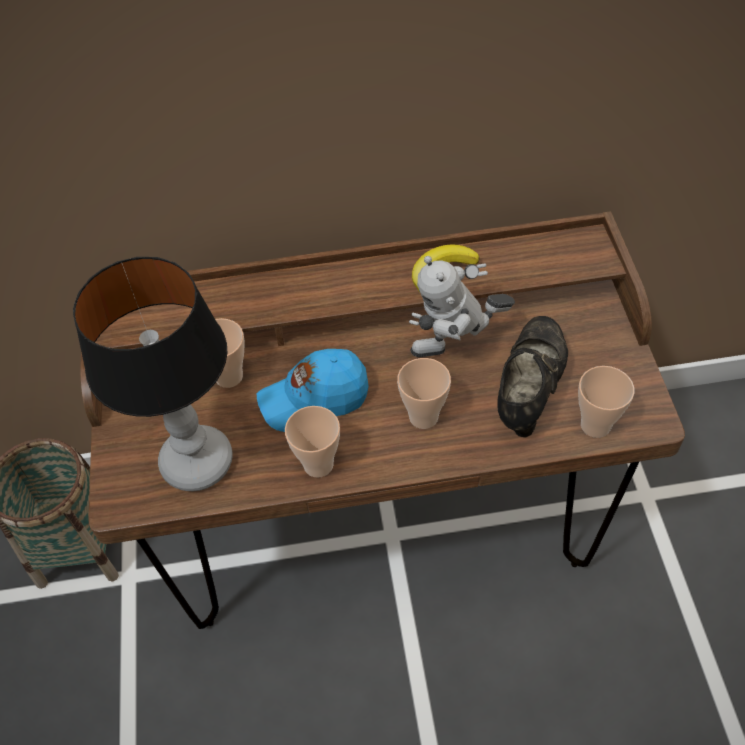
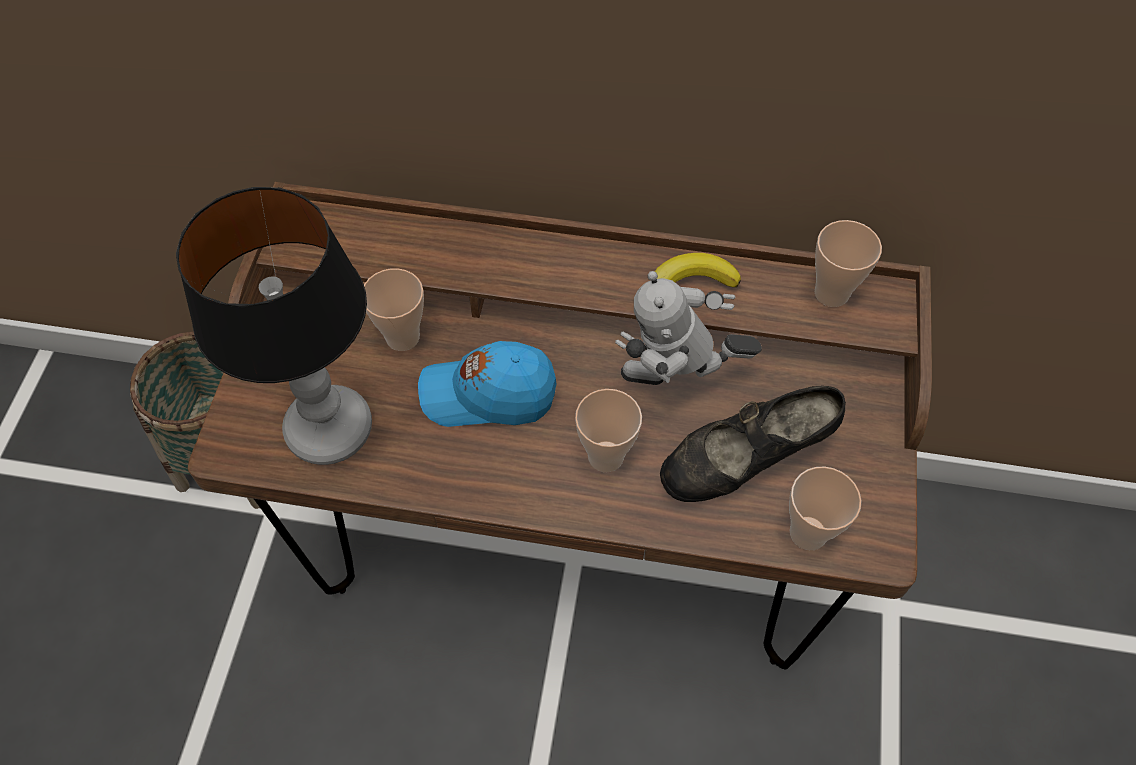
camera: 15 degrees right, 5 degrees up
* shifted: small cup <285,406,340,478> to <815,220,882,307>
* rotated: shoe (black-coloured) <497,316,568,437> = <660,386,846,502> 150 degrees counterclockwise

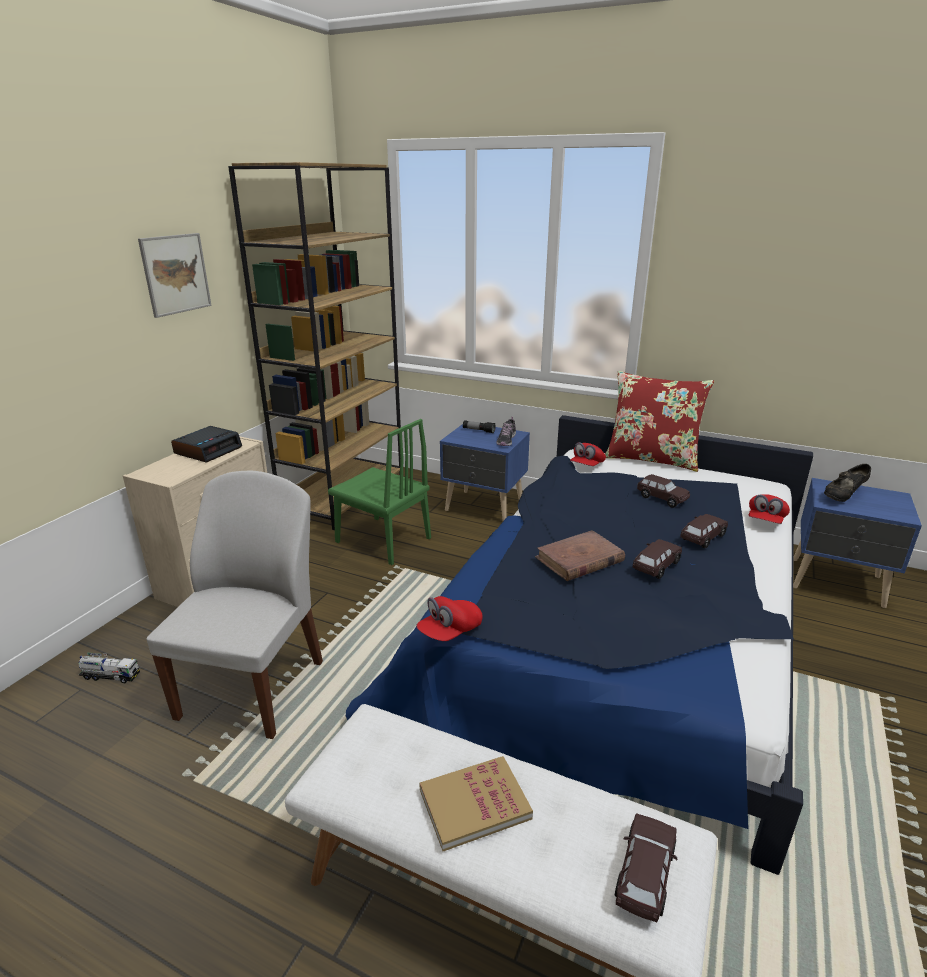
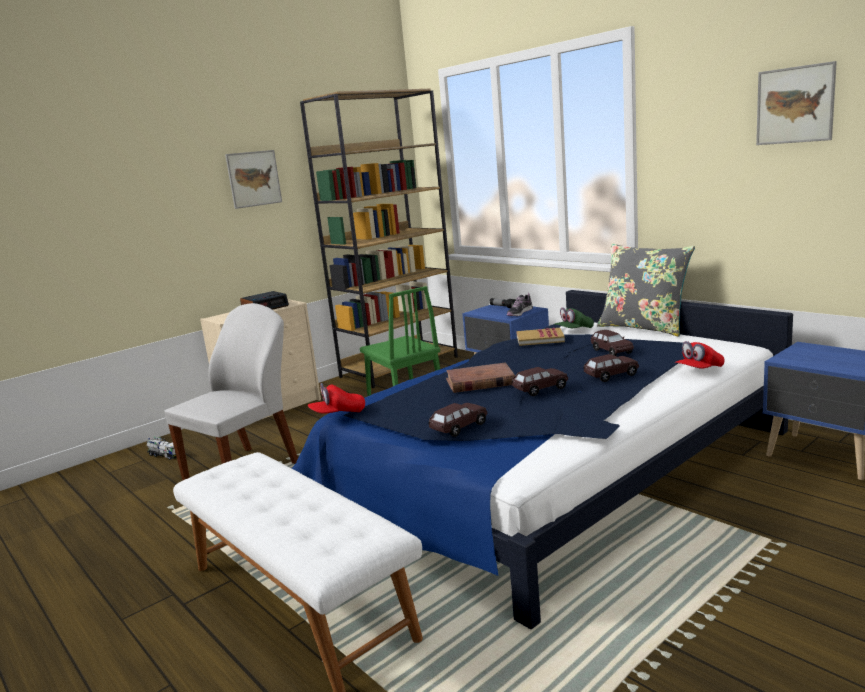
camera: 25 degrees right, 10 degrees down
* shifted: bound book <419,756,533,851> to <516,328,565,346>
* repainted: peaked cap (red) <570,442,606,466> to peaked cap (green-coloured) <554,307,594,328>
* repainted: pillow (red) <605,371,714,472> to pillow (gray) <597,244,695,337>
* shifted: model car (brownish) <615,813,677,922> to <429,403,487,437>
* gone: shoe (black-coloured) <824,464,871,502>
* new: picture <756,61,837,145>

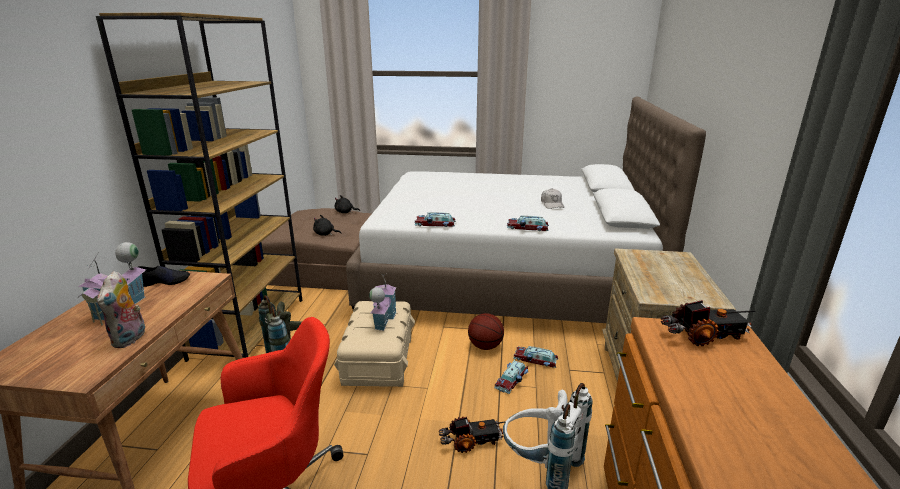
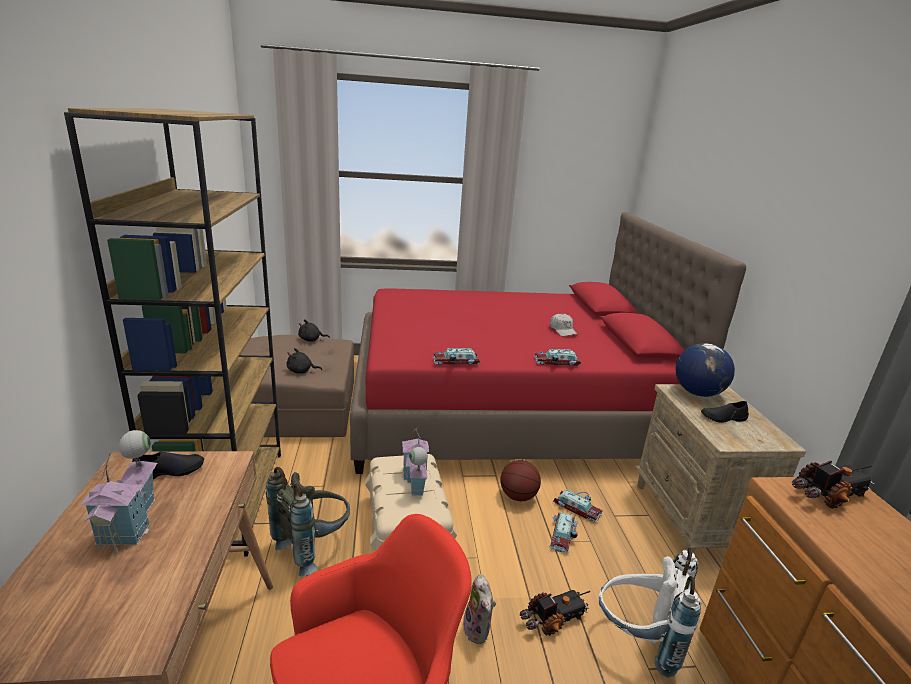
camera: 15 degrees left, 0 degrees up
* shifted: cuddly toy <97,271,145,348> to <463,574,496,644>
* repainted: bedroom bed (white) <346,97,706,323> to bedroom bed (red) <350,212,746,474>
* rotated: model car <513,346,558,368> = <553,490,602,523> 150 degrees counterclockwise
* new: desk globe <676,343,735,397>
* new: shoe (black-coloured) <701,401,749,423>

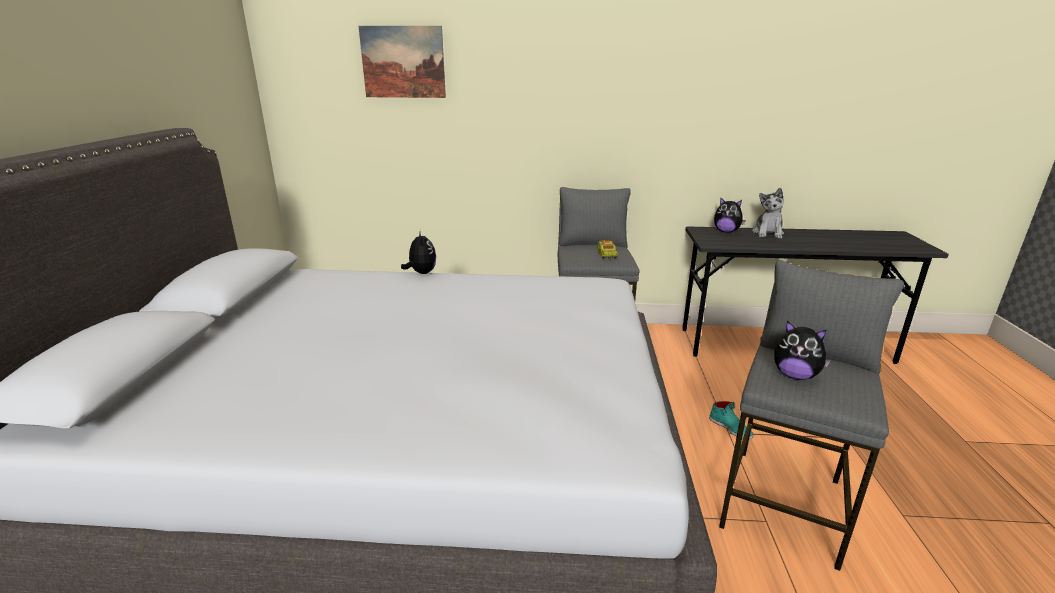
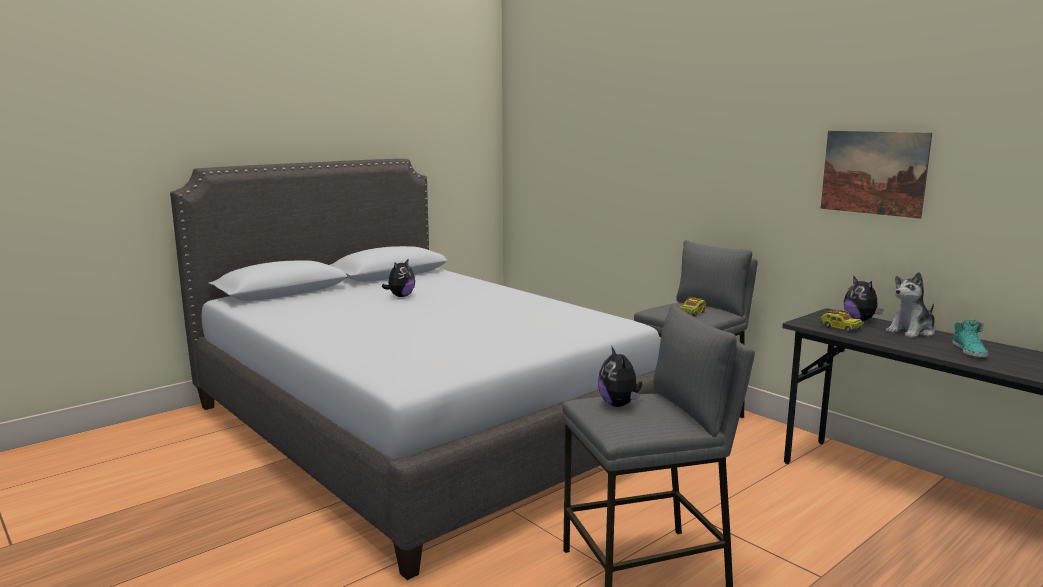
camera: 45 degrees right, 10 degrees down
* shifted: picture <358,26,446,98> to <821,131,932,219>
* shifted: cuddly toy <401,230,436,274> to <382,258,415,297>
* shifted: shoe (turquoise-coloured) <709,401,753,439> to <952,320,989,358>
* new: toy truck <821,309,864,333>

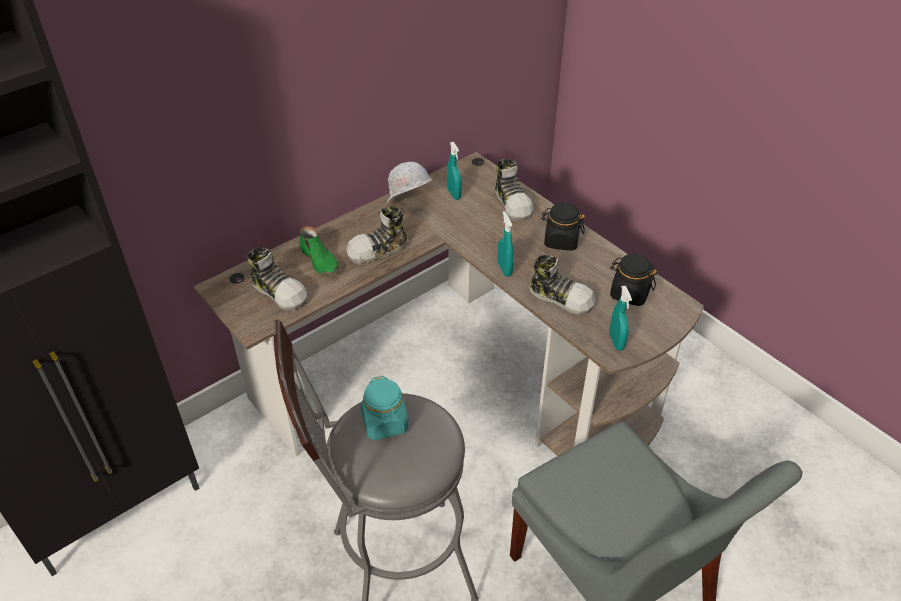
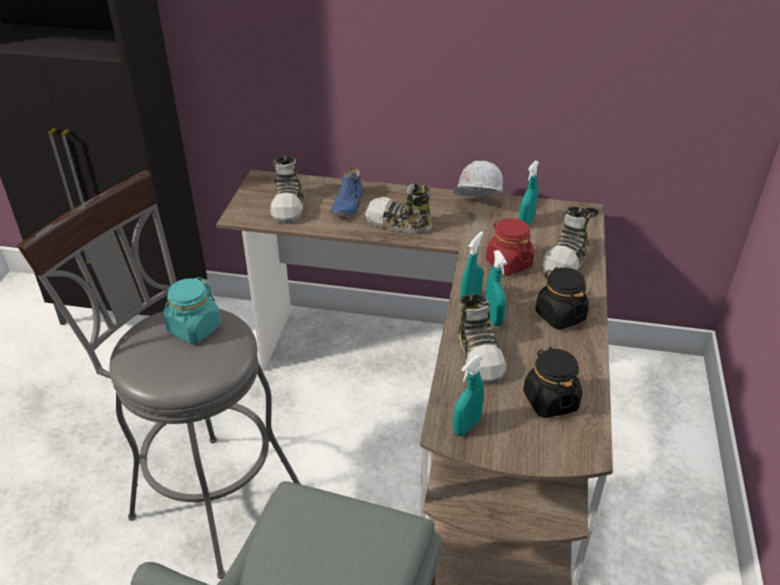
camera: 50 degrees right, 5 degrees down
* repainted: shoe (green-coloured) <300,226,339,276> to shoe (bluish) <331,167,363,216>
* new: spray bottle (turquoise-coloured) <485,250,507,326>
* new: preserve jar (red) <486,218,534,275>

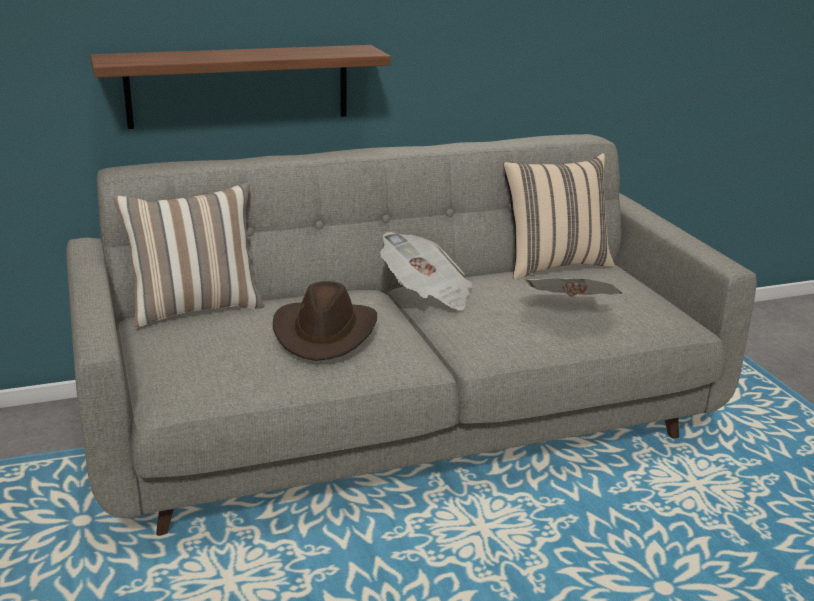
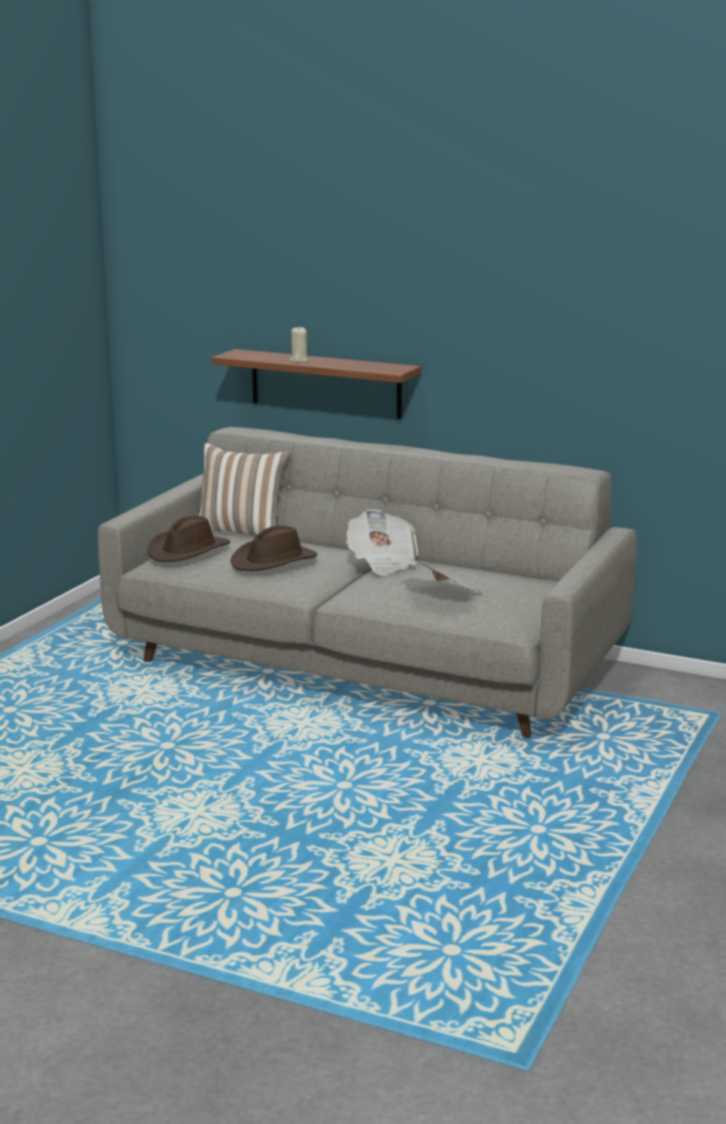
camera: 45 degrees right, 5 degrees down
* gone: pillow (beige) <503,153,615,280>
* new: wearable hat (brownish) <147,516,230,562>
* new: candle (beige) <290,326,309,362>

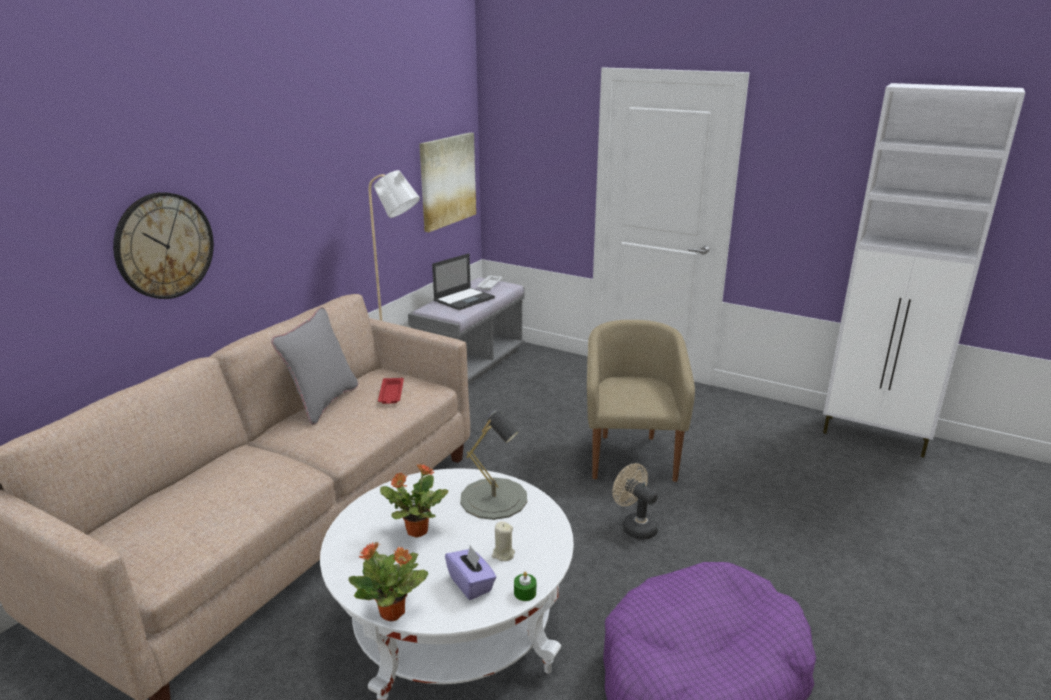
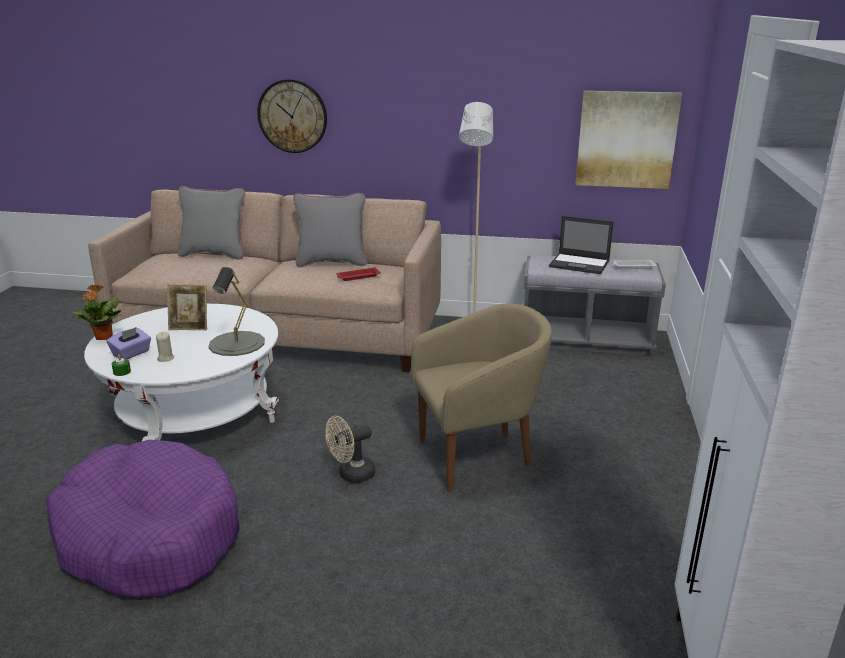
camera: 70 degrees right, 0 degrees up
* swapped: houseplant <380,464,449,538> to picture frame <167,284,207,330>
* rotated: electric fan (beige) <612,463,658,540> = <325,416,375,483> 150 degrees counterclockwise
* new: pillow (gray) <178,186,245,260>

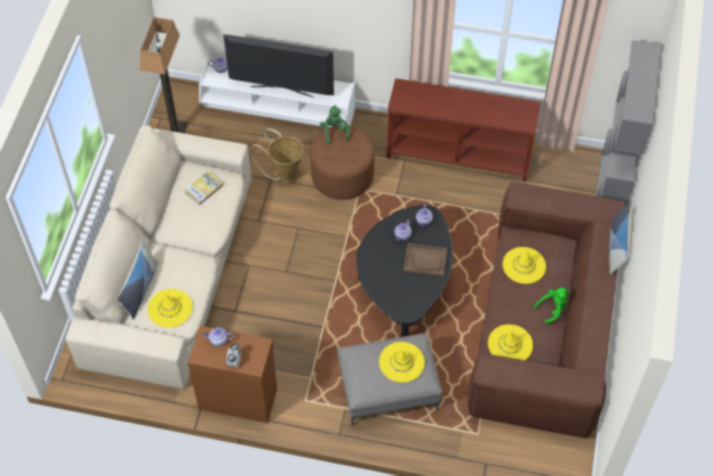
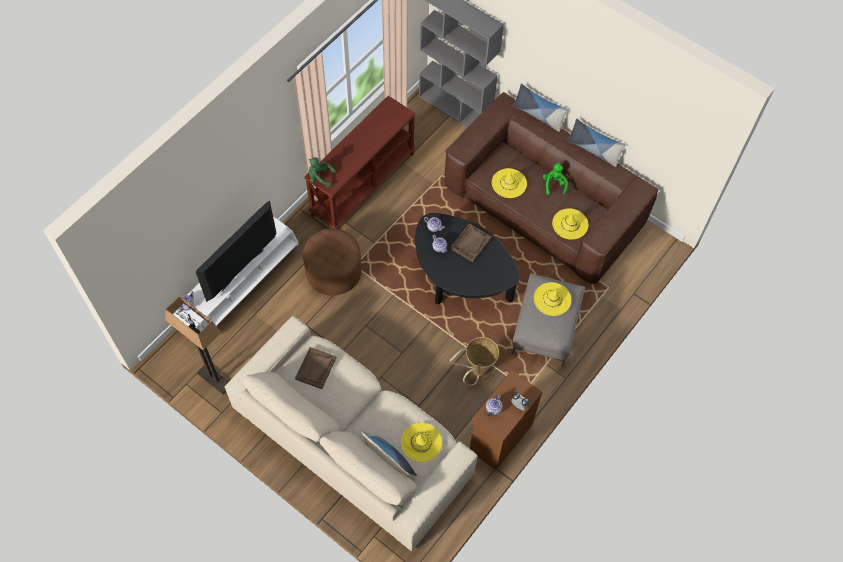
camera: 65 degrees left, 5 degrees up
* swapped: bound book <184,171,224,205> to tray (brownish) <295,347,337,389>
* shifted: household basket <251,128,304,184> to <449,337,499,386>
* shifted: cuddly toy (green-coloured) <320,105,350,144> to <308,157,336,187>
* new: pillow <567,119,626,167>

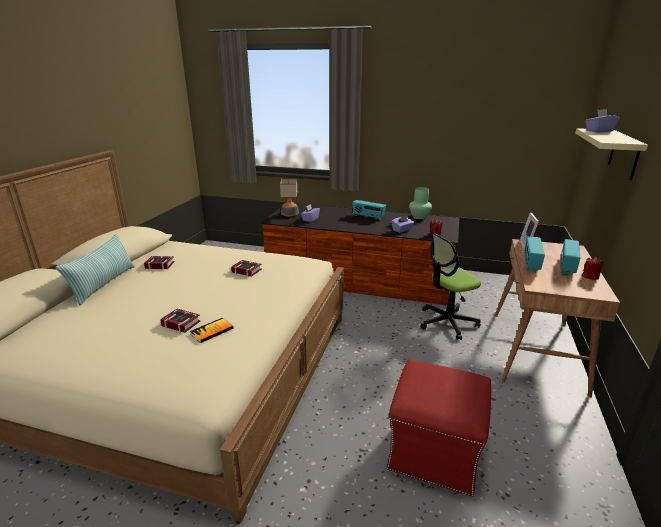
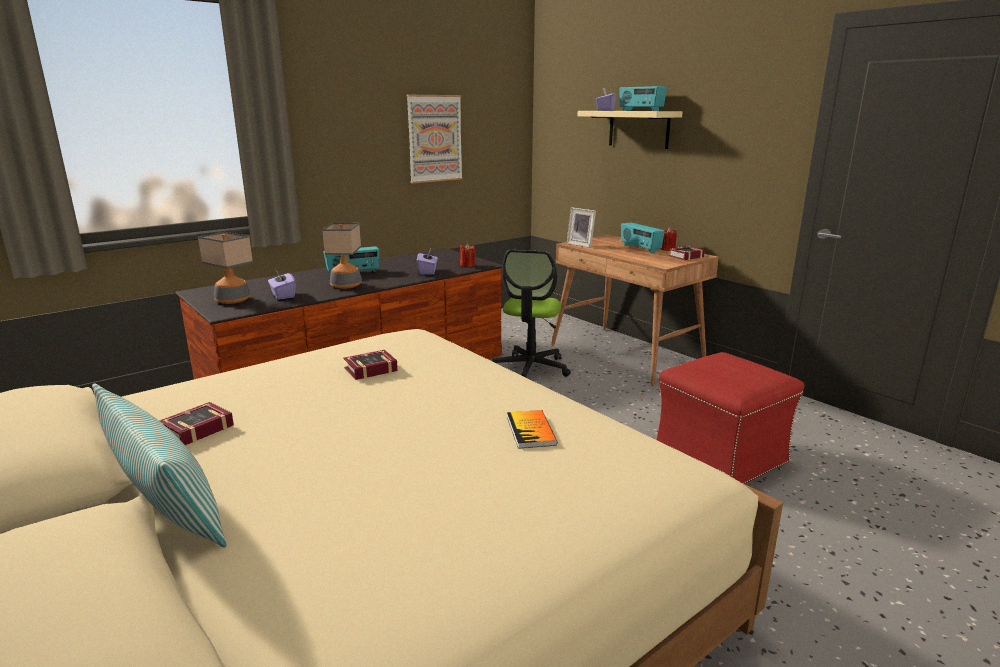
camera: 55 degrees left, 5 degrees down
* shifted: bound book <160,309,201,333> to <668,246,705,260>
* gone: flower vase (green-coloured) <409,187,432,219>
* shifted: radio <524,236,545,271> to <619,86,667,111>
* new: table lamp <322,223,362,289>
* new: picture <406,95,463,183>

